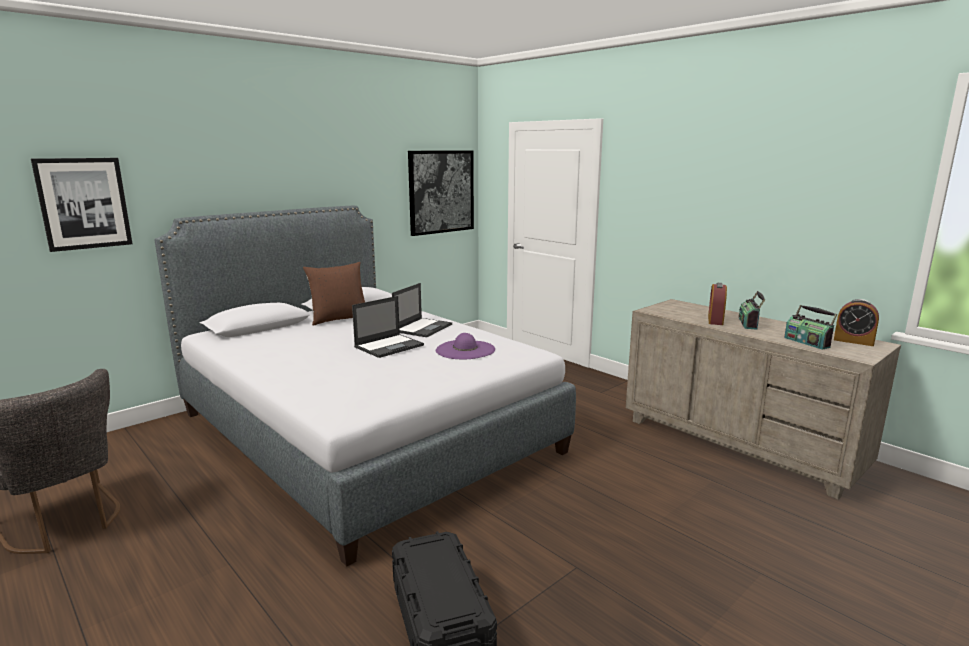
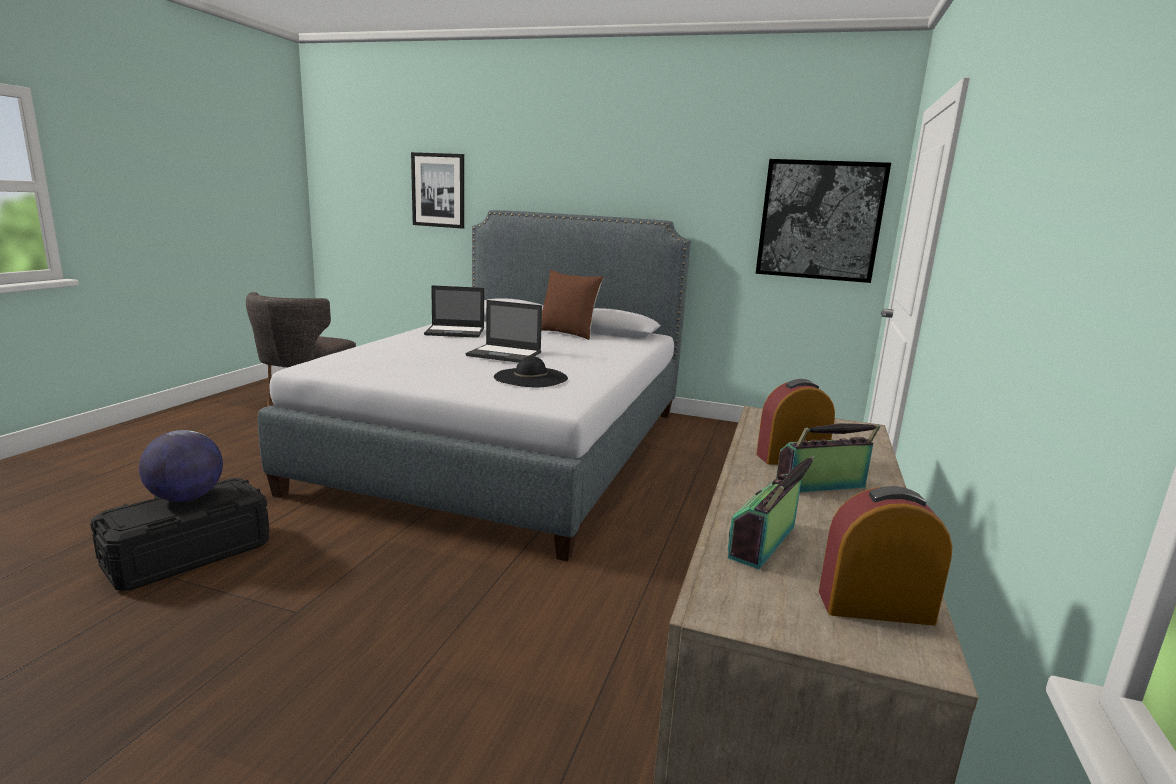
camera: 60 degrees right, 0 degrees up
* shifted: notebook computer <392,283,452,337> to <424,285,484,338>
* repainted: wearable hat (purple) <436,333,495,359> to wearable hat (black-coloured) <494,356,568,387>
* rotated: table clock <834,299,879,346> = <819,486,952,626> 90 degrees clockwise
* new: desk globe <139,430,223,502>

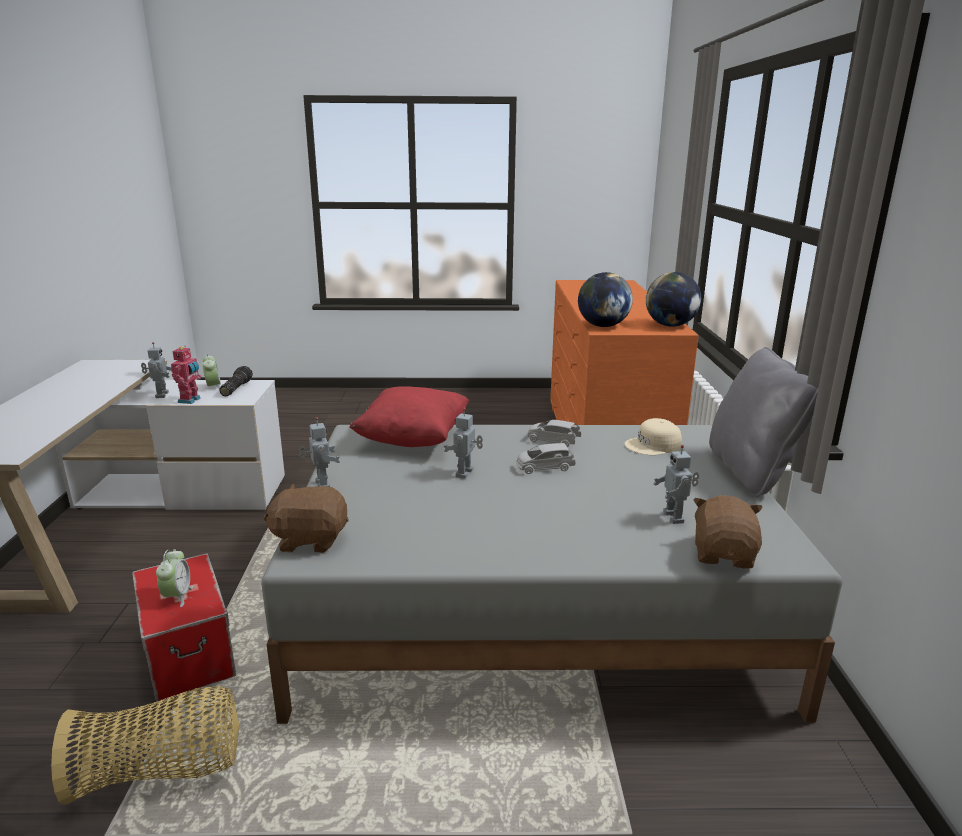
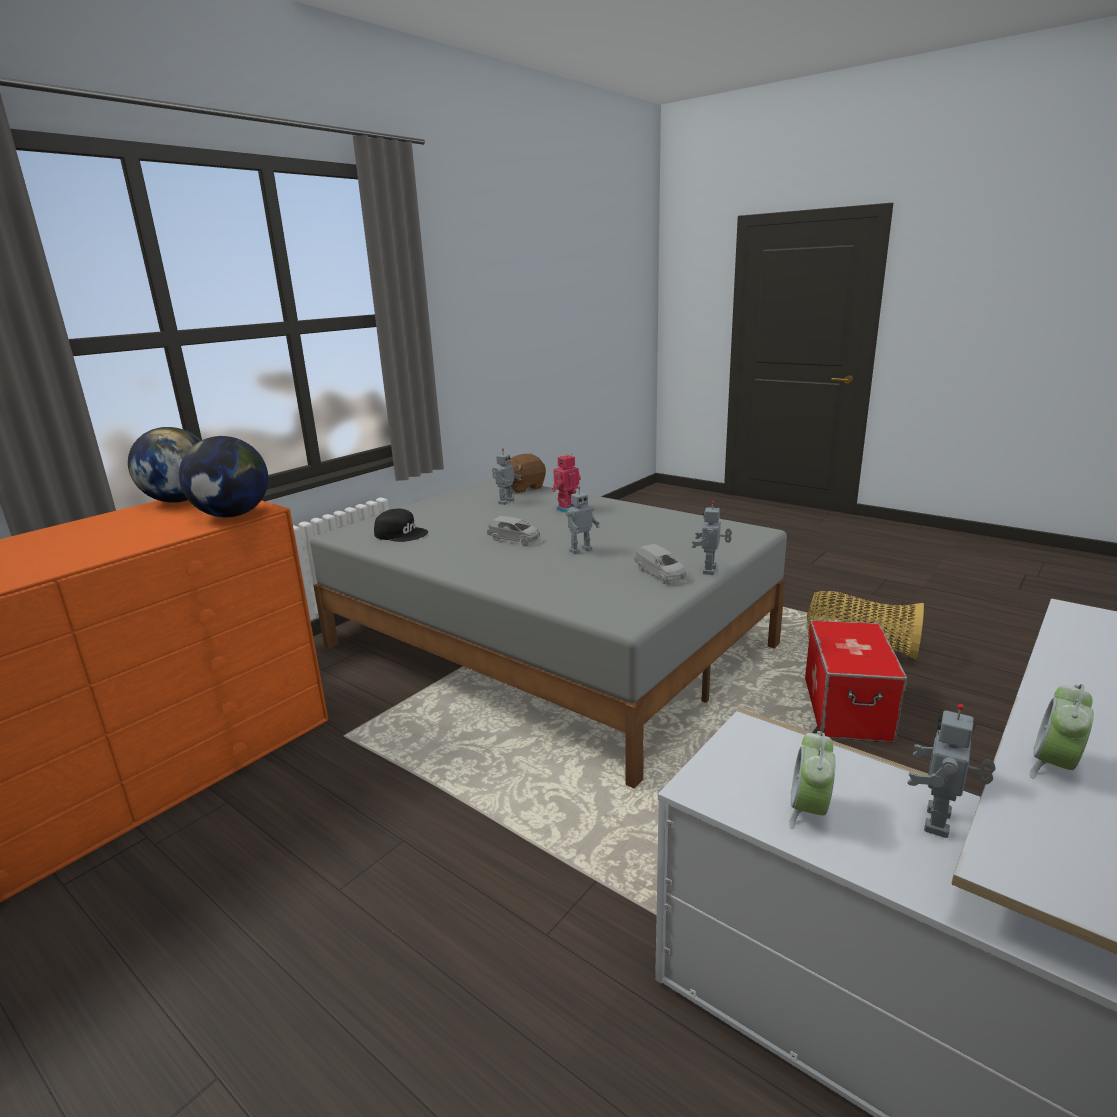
camera: 140 degrees left, 0 degrees up
* shifted: table clock <156,549,193,607> to <1030,684,1094,779>
* shifted: model robot <171,346,201,404> to <552,453,581,513>
* gone: torch <219,366,253,396>
* gone: cuddly toy (brownish) <263,484,349,553>
* gone: pillow (red) <349,386,470,447>
* shifted: model car (gray) <527,420,581,447> to <634,544,686,584>
* repainted: peaked cap (beige) <624,418,682,455> to peaked cap (black-coloured) <374,509,428,542>
* gone: pillow (gray) <709,347,818,497>

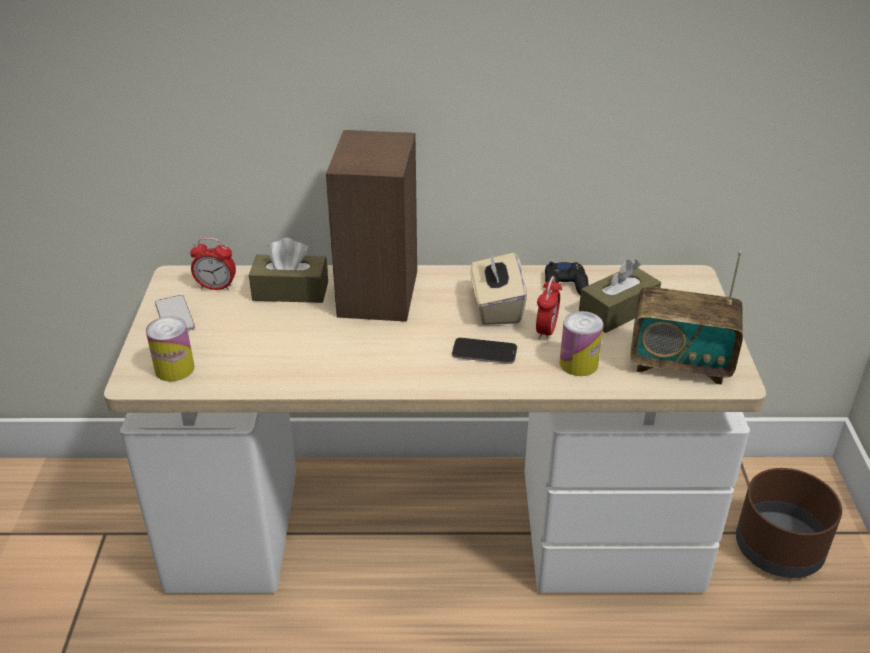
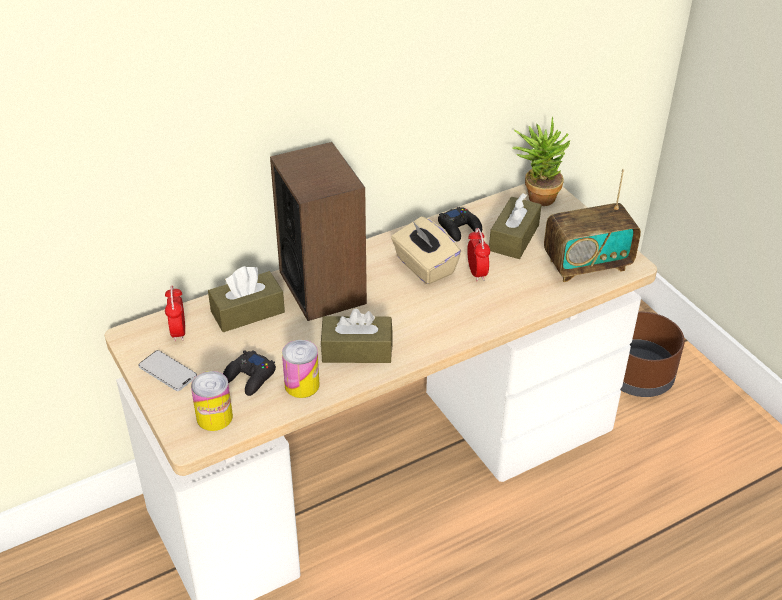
camera: 30 degrees left, 5 degrees up
* rotated: table clock <190,238,236,290> = <165,286,185,341> 105 degrees clockwise
* gone: phone <452,338,517,364>
* shifted: metal can <560,311,603,376> to <282,340,320,398>
* new: game controller (black-coloured) <223,350,276,396>
* new: tissue box (brownish) <321,309,392,363>
* new: houseplant <512,116,571,206>

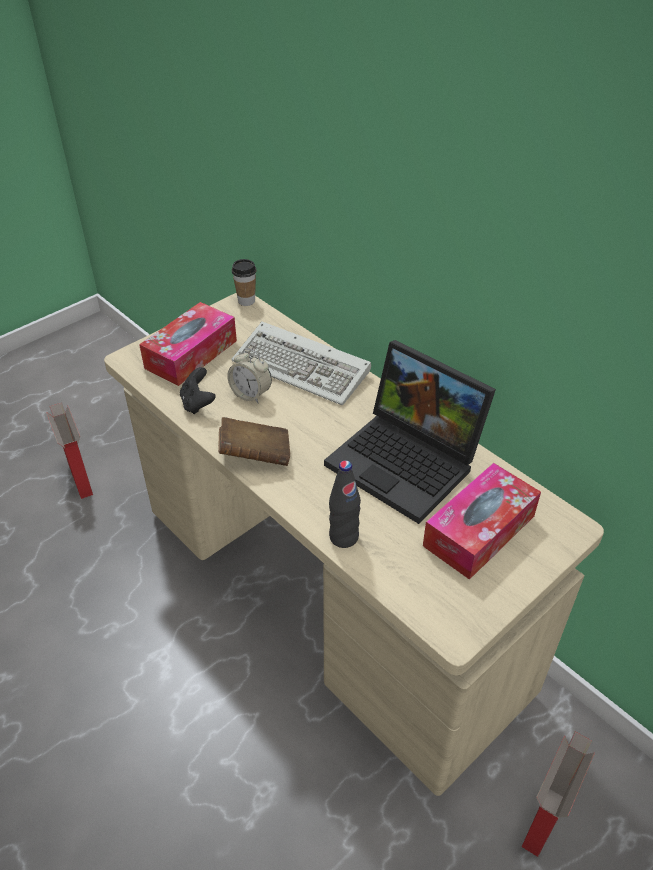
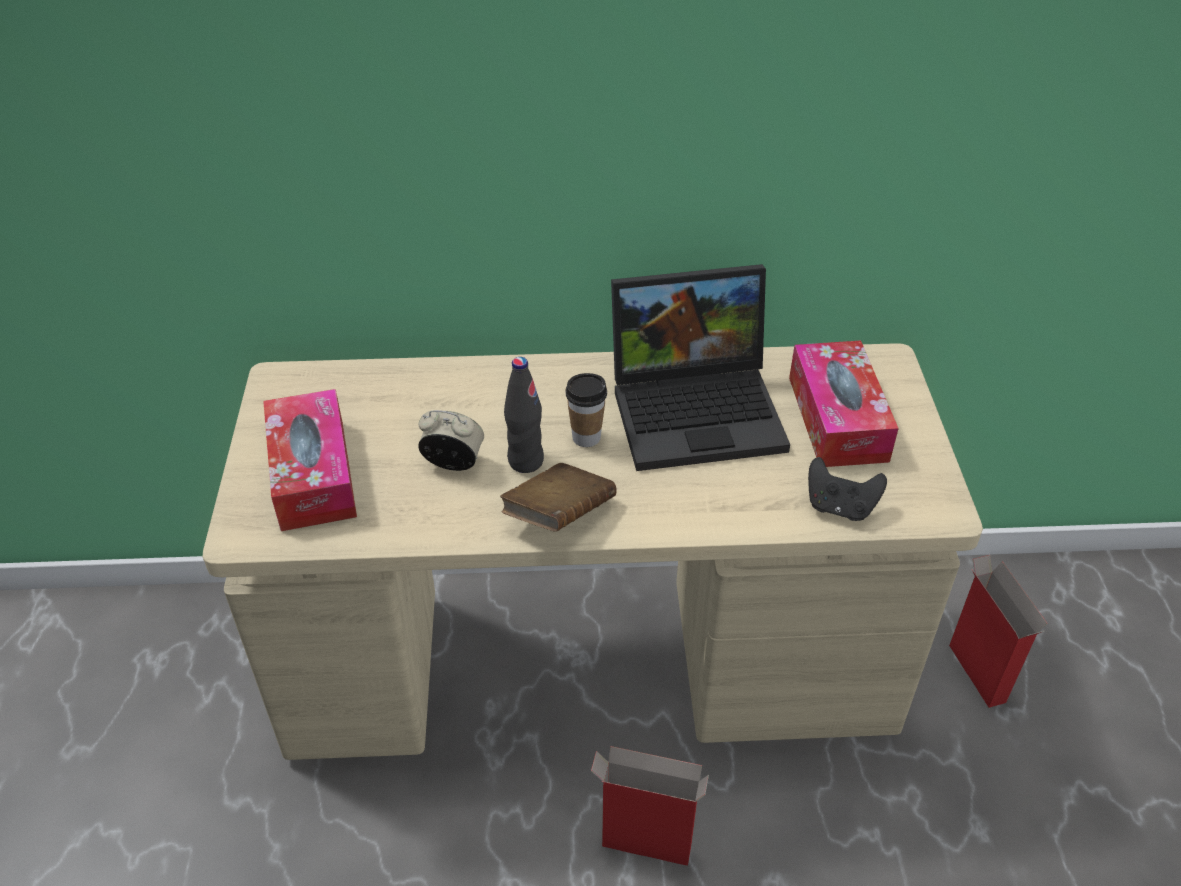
camera: 50 degrees left, 0 degrees up
* shifted: carton <46,403,93,499> to <591,746,709,866>
* shifted: game controller (black-coloured) <180,367,216,414> to <808,457,887,521>
* rotated: table clock <227,348,272,403> = <418,410,484,471> 150 degrees counterclockwise
* gone: PC keyboard <231,322,371,406>
* shifted: small cup <232,259,256,306> to <565,373,607,447>
* shifted: bottle (black-coloured) <329,460,361,548> to <504,357,544,473>

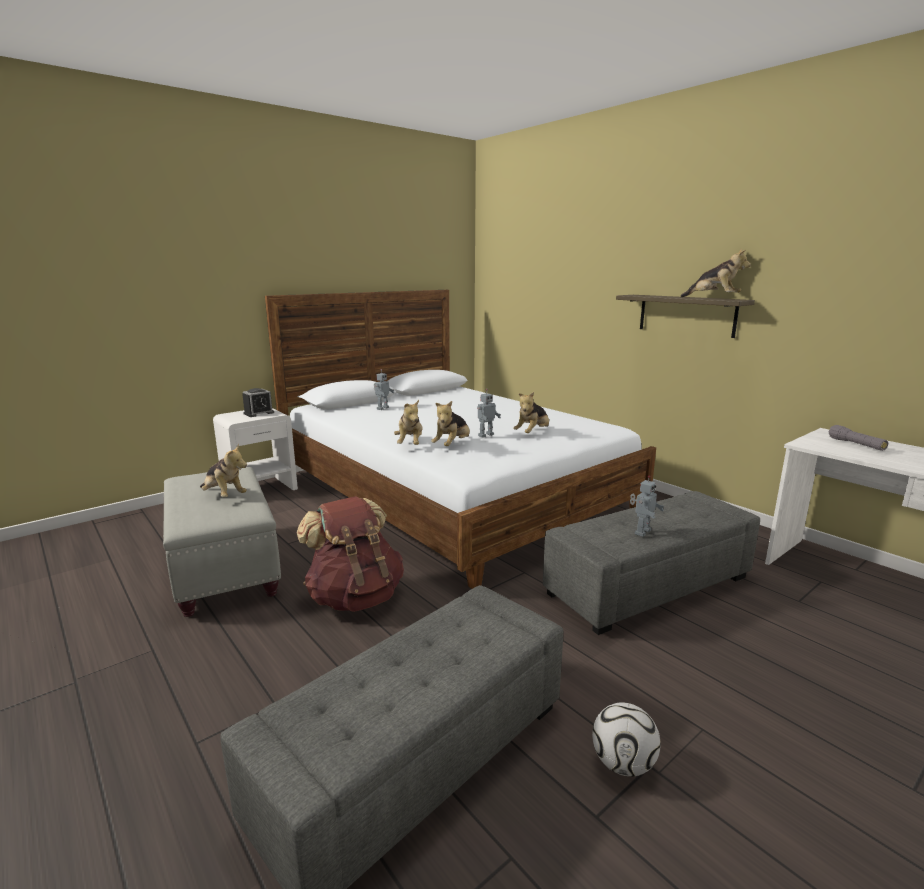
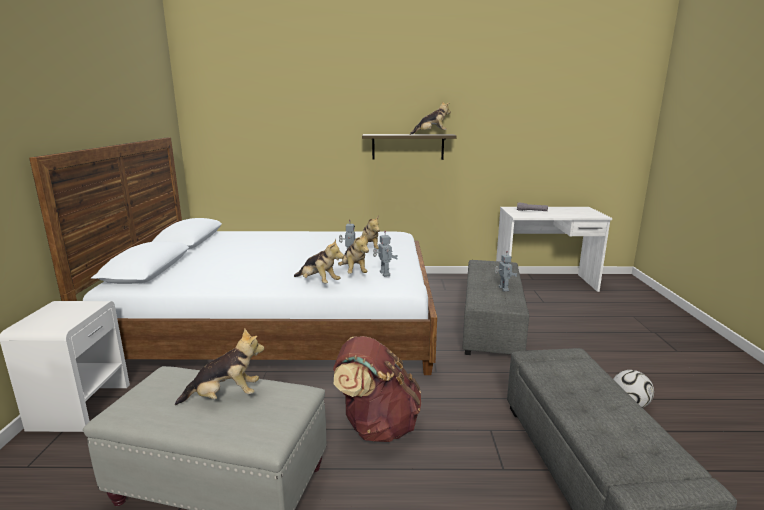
camera: 50 degrees left, 0 degrees up
* gone: table clock <242,388,274,417>
* shifted: model robot <374,369,394,410> to <373,231,398,277>

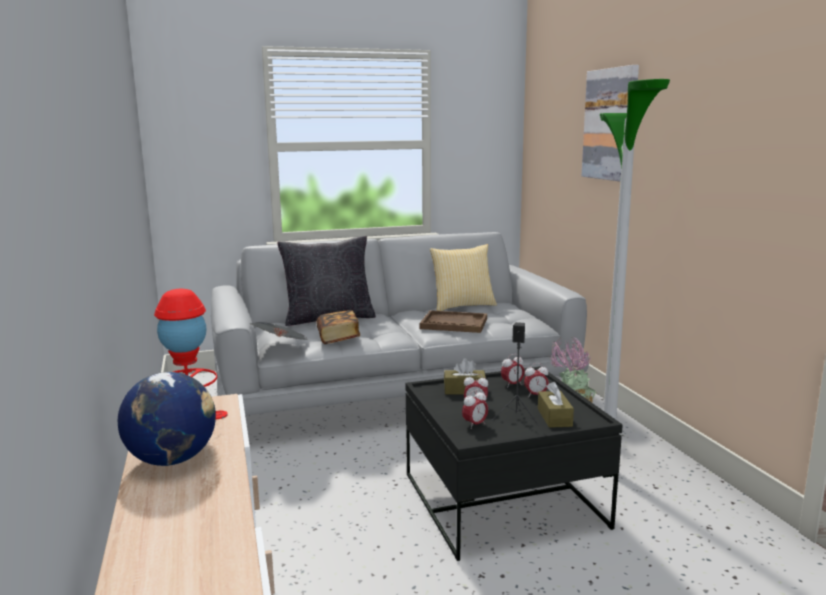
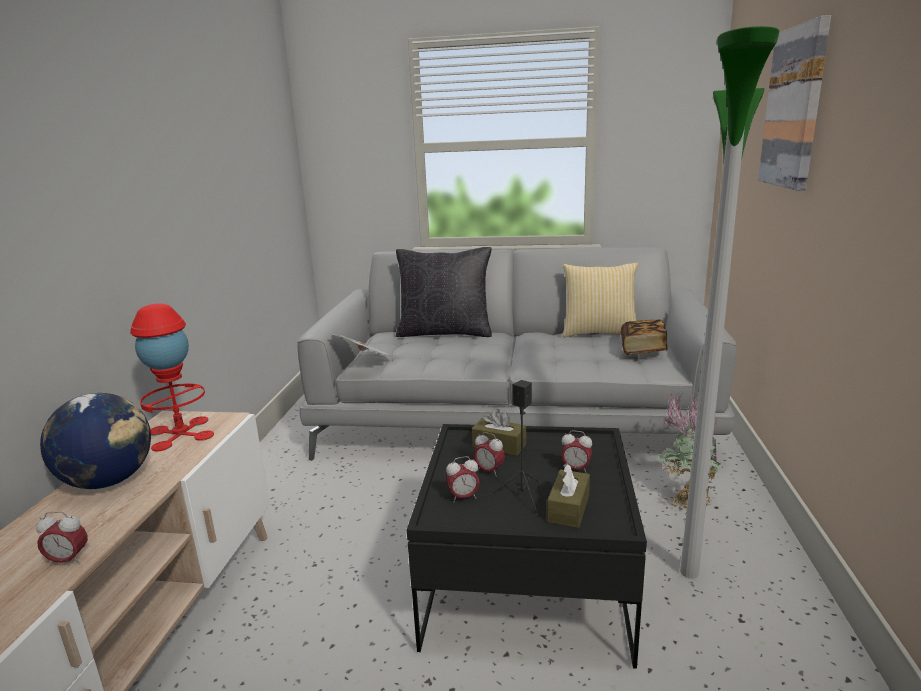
camera: 25 degrees right, 5 degrees up
* shifted: bound book <317,310,360,344> to <621,320,668,355>
* gone: tray (brownish) <420,310,487,333>
* shifted: table clock <501,354,525,386> to <36,511,88,566>

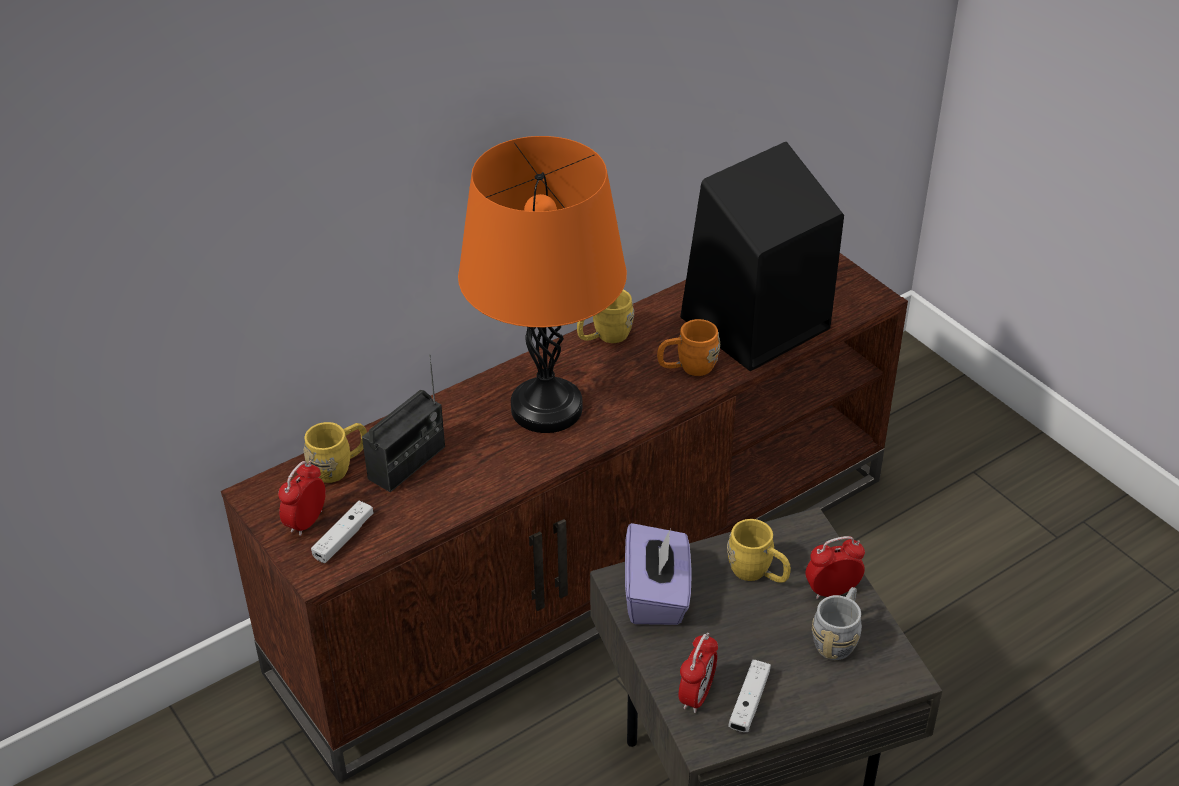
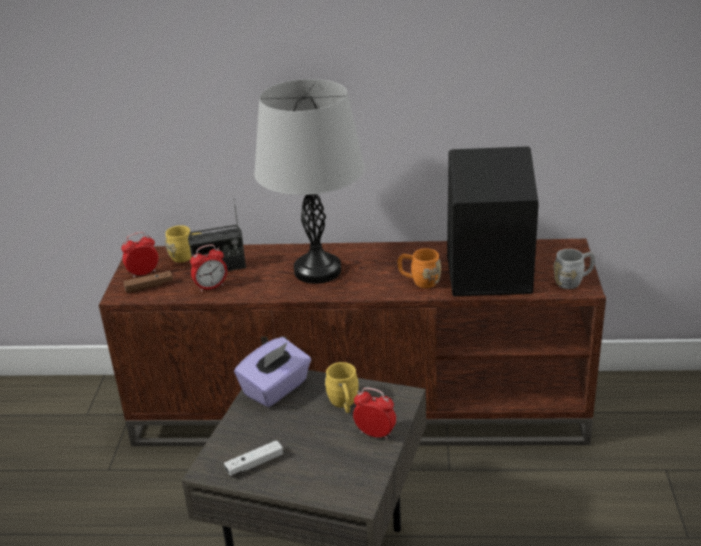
camera: 40 degrees right, 10 degrees down
* repainted: game controller (white) <311,501,374,563> to game controller (brownish) <124,271,173,293>
* repainted: table lamp (orange) <458,136,627,433> to table lamp (gray) <254,79,365,284>
* gone: tea mug (yellow-coloured) <577,290,634,343>
* shifted: table clock <678,633,718,713> to <190,245,227,292>
* shifted: tea mug (gray) <812,587,862,660> to <554,249,595,289>

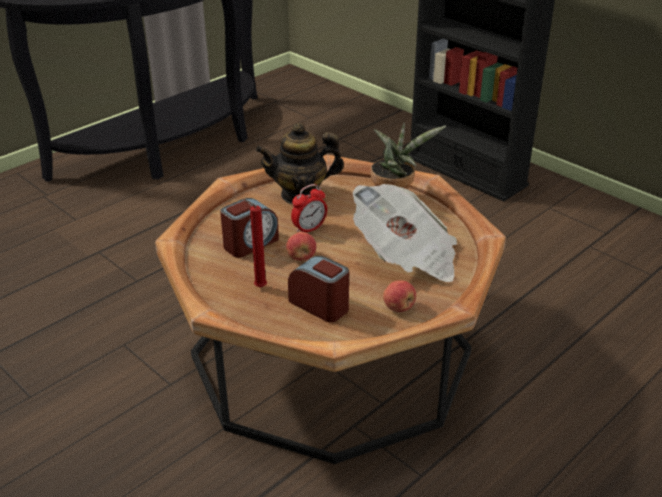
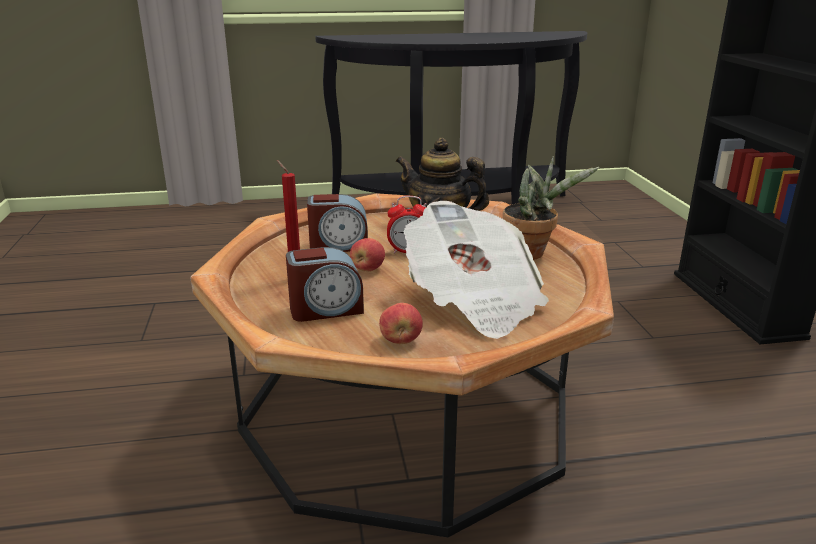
camera: 35 degrees right, 10 degrees down
* rotated: table clock <288,256,349,323> = <286,247,364,322> 90 degrees clockwise

